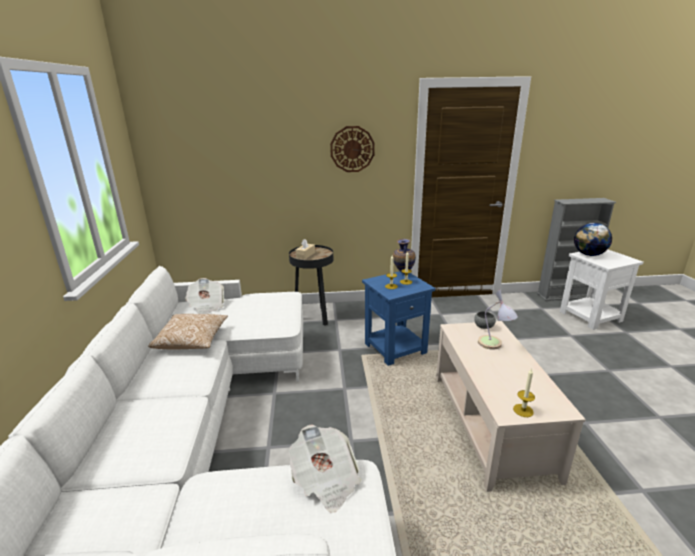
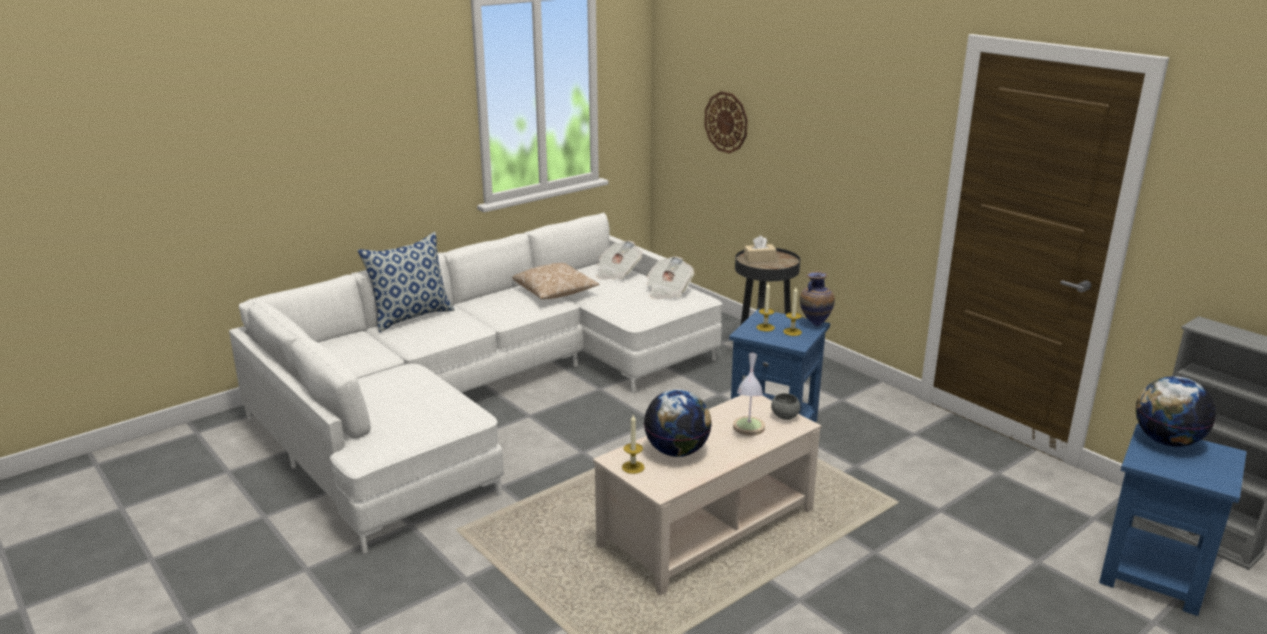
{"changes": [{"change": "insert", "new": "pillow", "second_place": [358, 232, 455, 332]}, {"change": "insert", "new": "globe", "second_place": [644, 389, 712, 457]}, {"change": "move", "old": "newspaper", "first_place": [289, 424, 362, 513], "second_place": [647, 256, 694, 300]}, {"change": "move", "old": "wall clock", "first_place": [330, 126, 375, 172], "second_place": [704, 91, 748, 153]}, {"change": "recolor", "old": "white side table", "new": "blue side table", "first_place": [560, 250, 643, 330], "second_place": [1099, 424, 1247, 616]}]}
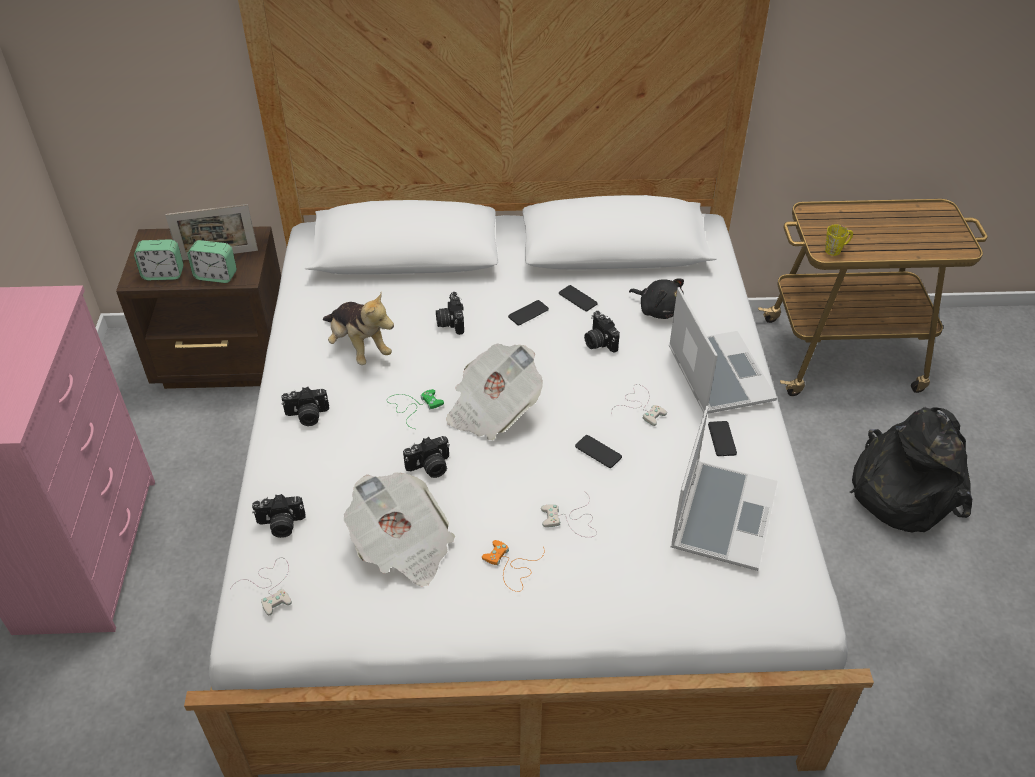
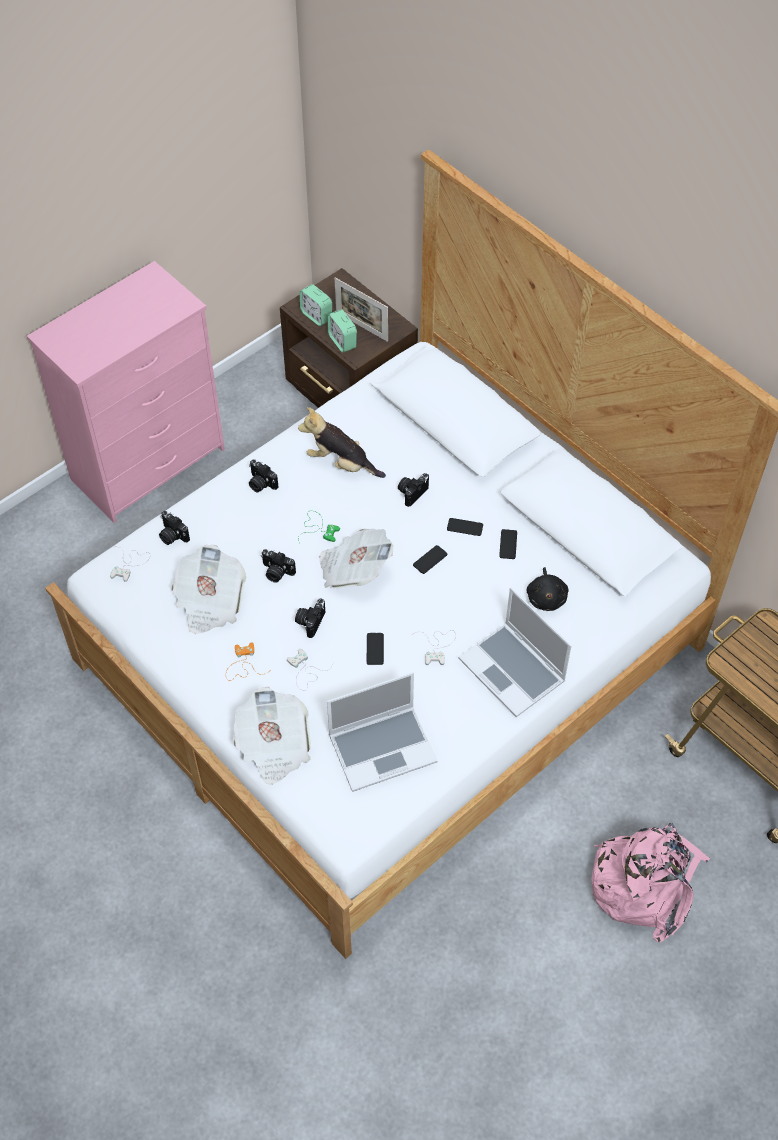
{"changes": [{"change": "delete", "old": "yellow mug", "first_place": [825, 224, 853, 256]}, {"change": "insert", "new": "newspaper", "second_place": [233, 687, 311, 785]}, {"change": "move", "old": "photo camera", "first_place": [584, 311, 620, 353], "second_place": [295, 598, 325, 638]}, {"change": "move", "old": "phone", "first_place": [708, 421, 737, 456], "second_place": [413, 545, 447, 574]}, {"change": "recolor", "old": "black backpack", "new": "pink backpack", "first_place": [850, 407, 972, 533], "second_place": [591, 823, 710, 942]}, {"change": "rotate", "old": "plush toy", "first_place": [323, 292, 394, 365], "second_place": [298, 407, 386, 478], "degrees": 105}, {"change": "rotate", "old": "laptop", "first_place": [669, 287, 777, 414], "second_place": [458, 587, 572, 717], "degrees": 105}]}
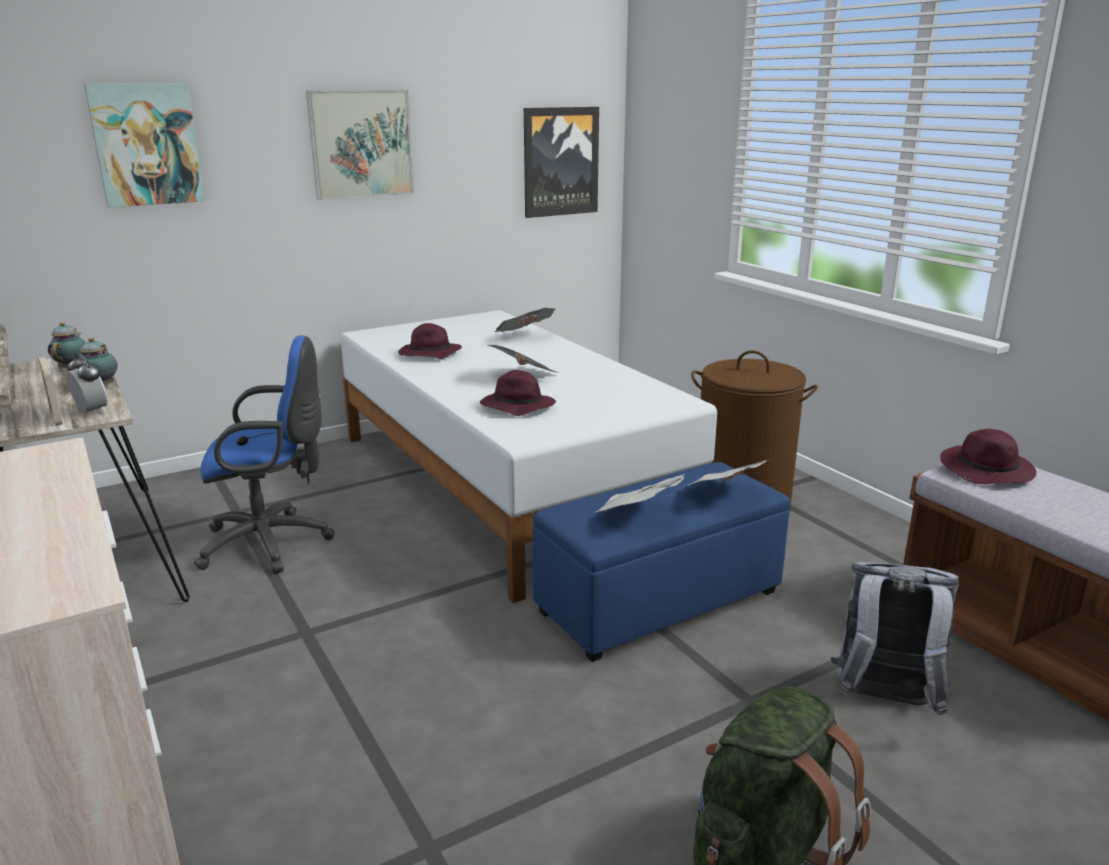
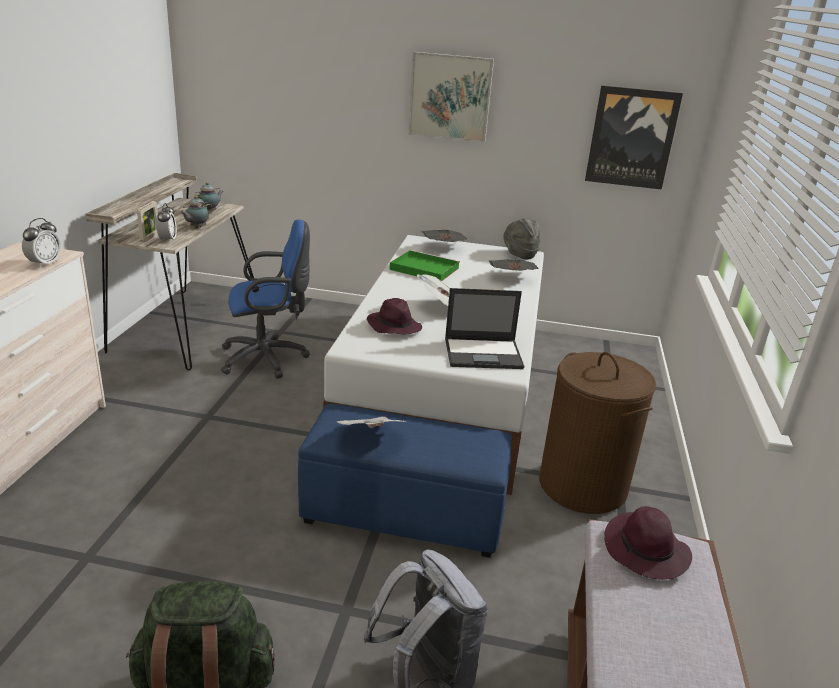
{"changes": [{"change": "delete", "old": "picture", "first_place": [84, 83, 205, 208]}, {"change": "insert", "new": "alarm clock", "second_place": [22, 218, 61, 268]}, {"change": "insert", "new": "laptop", "second_place": [445, 288, 524, 369]}, {"change": "insert", "new": "grey hat", "second_place": [504, 218, 540, 260]}, {"change": "move", "old": "newspaper", "first_place": [686, 459, 771, 486], "second_place": [421, 230, 467, 242]}, {"change": "replace", "old": "purple hat", "new": "green tray", "first_place": [398, 323, 462, 359], "second_place": [389, 250, 460, 281]}, {"change": "rotate", "old": "blue office chair", "first_place": [194, 336, 335, 574], "second_place": [221, 220, 310, 379], "degrees": -45}]}
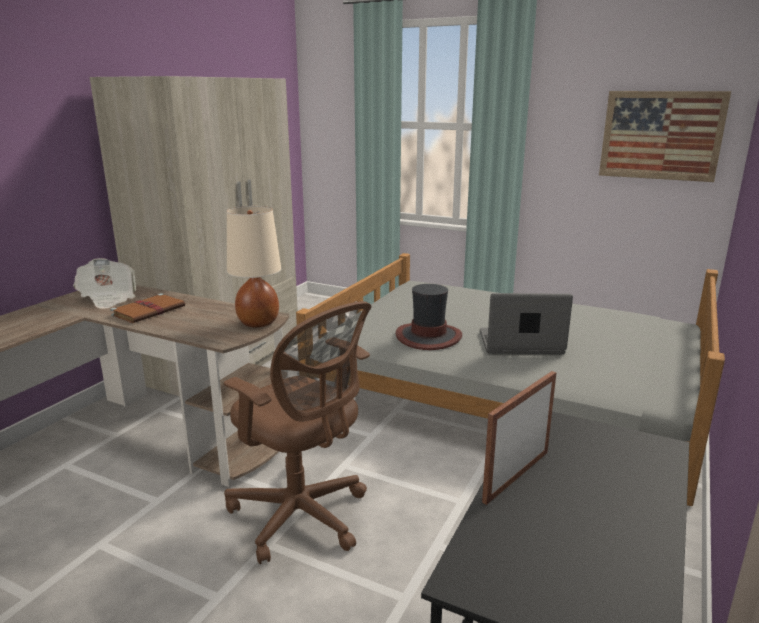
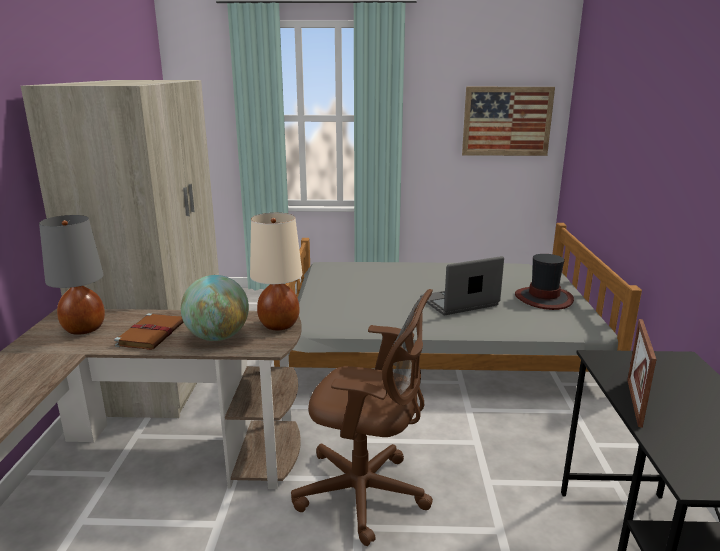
{"changes": [{"change": "insert", "new": "globe", "second_place": [181, 275, 249, 341]}, {"change": "move", "old": "hat", "first_place": [395, 284, 462, 350], "second_place": [515, 254, 574, 310]}, {"change": "replace", "old": "newspaper", "new": "grey table lamp", "first_place": [73, 258, 136, 309], "second_place": [39, 215, 105, 335]}]}
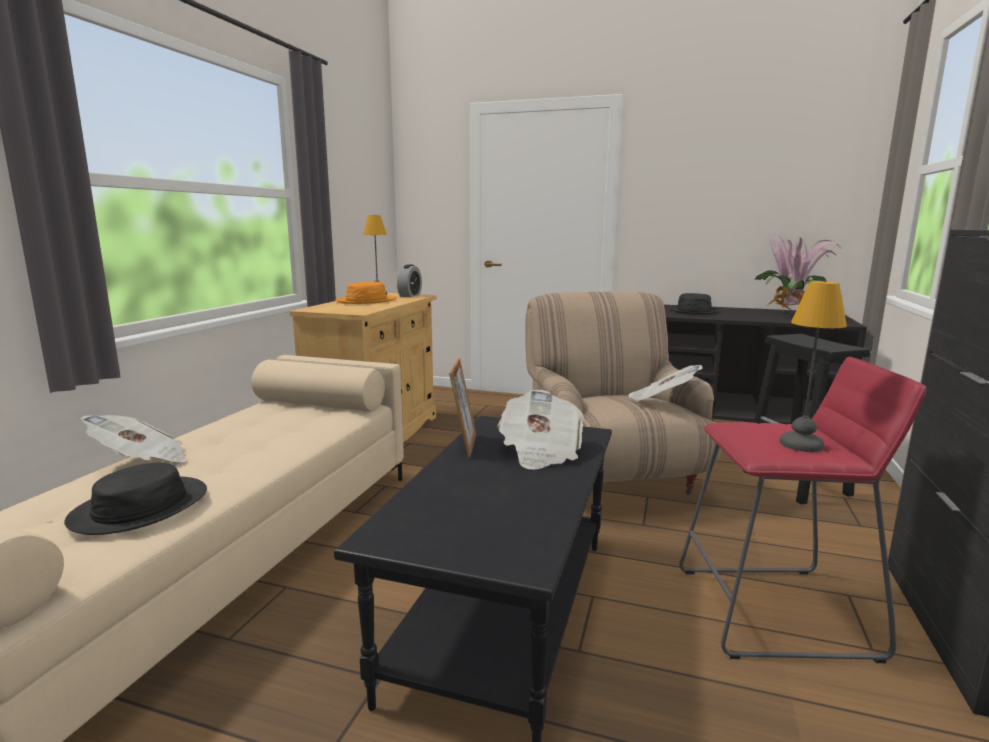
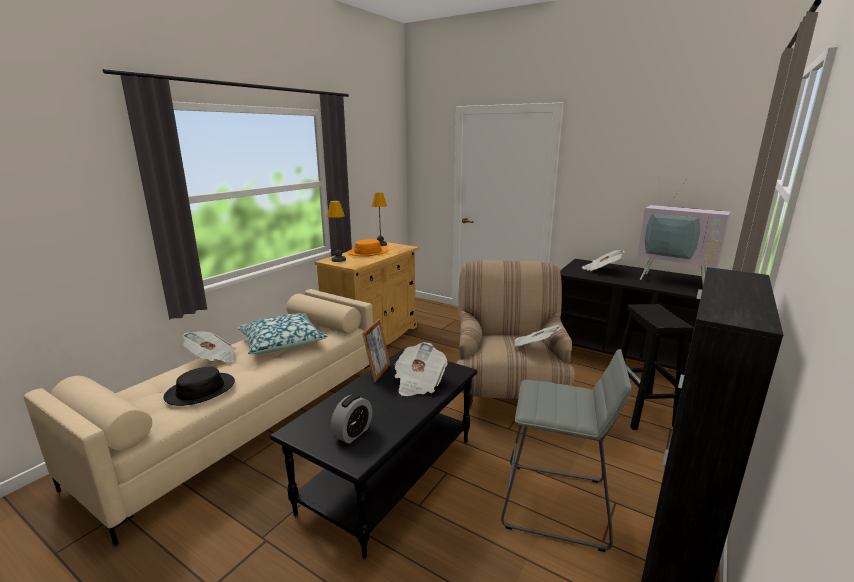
{"changes": [{"change": "insert", "new": "pillow", "second_place": [237, 313, 328, 354]}, {"change": "move", "old": "alarm clock", "first_place": [397, 264, 422, 297], "second_place": [331, 394, 372, 444]}, {"change": "move", "old": "table lamp", "first_place": [779, 281, 847, 452], "second_place": [327, 201, 346, 262]}, {"change": "replace", "old": "black hat", "new": "newspaper", "first_place": [669, 293, 720, 314], "second_place": [582, 250, 625, 271]}, {"change": "replace", "old": "potted plant", "new": "television", "first_place": [755, 234, 839, 312], "second_place": [638, 178, 731, 284]}, {"change": "recolor", "old": "red stool", "new": "grey stool", "first_place": [679, 357, 926, 663], "second_place": [501, 349, 632, 552]}]}
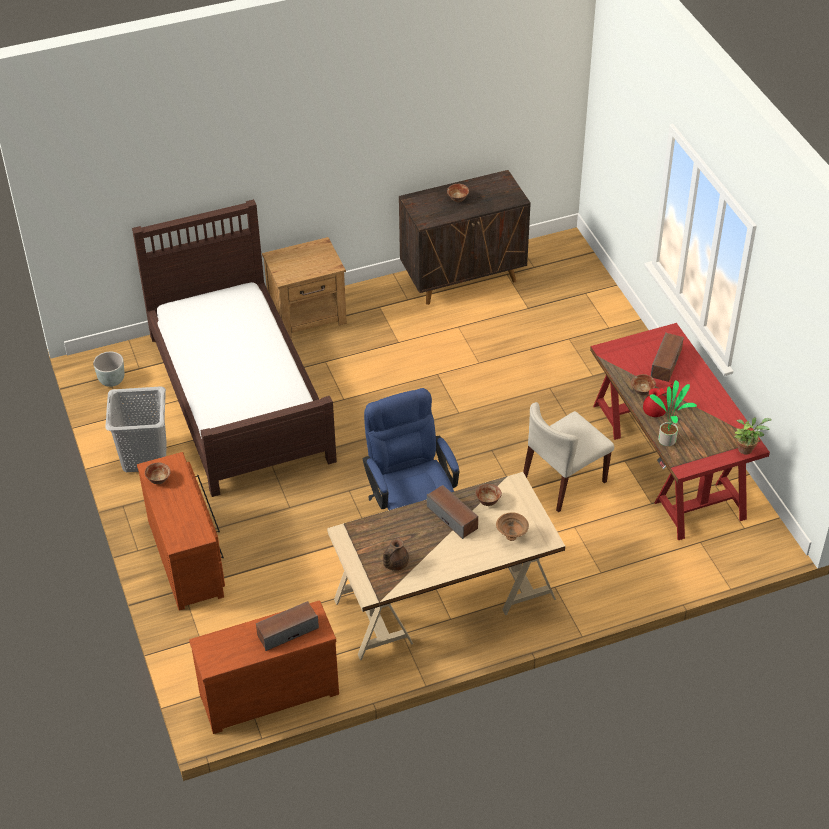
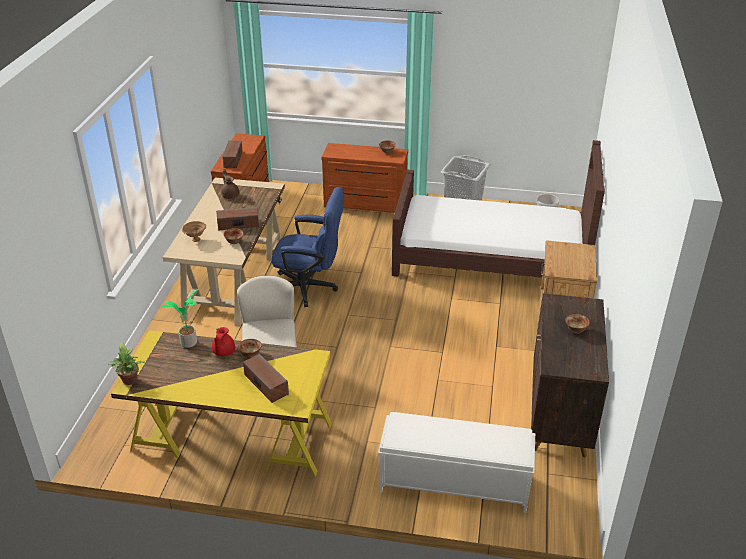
{"changes": [{"change": "insert", "new": "white bench", "second_place": [378, 412, 535, 513]}, {"change": "recolor", "old": "red desk", "new": "yellow desk", "first_place": [590, 323, 770, 540], "second_place": [111, 330, 332, 477]}]}
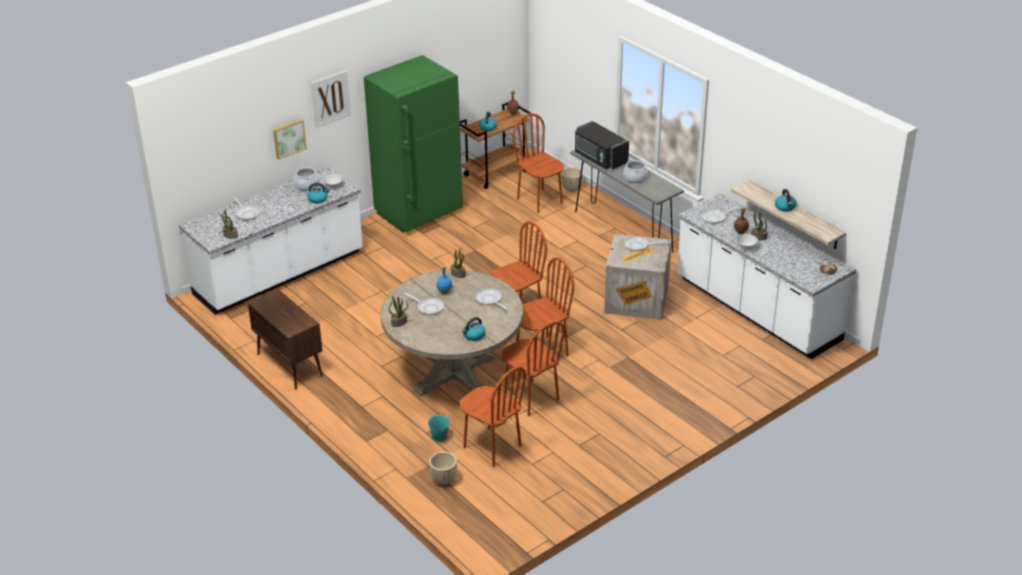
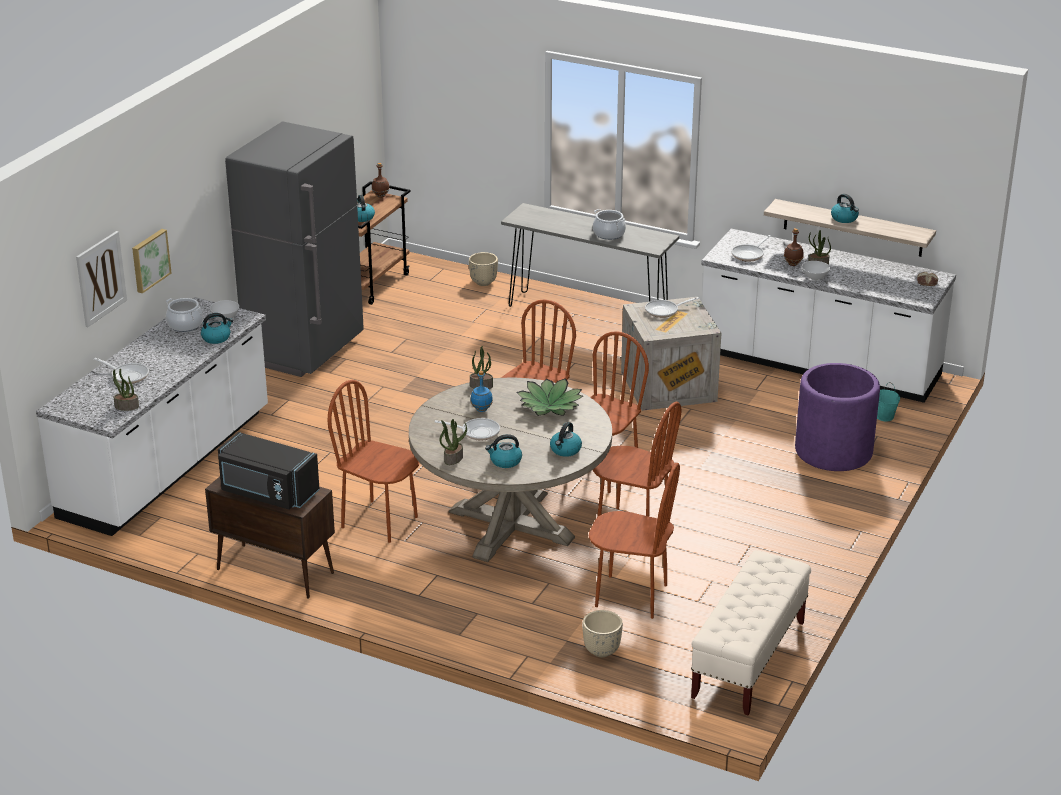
{"changes": [{"change": "insert", "new": "kettle", "second_place": [485, 434, 522, 468]}, {"change": "insert", "new": "beige bench", "second_place": [691, 550, 811, 715]}, {"change": "insert", "new": "purple planter", "second_place": [795, 363, 880, 471]}, {"change": "move", "old": "picture", "first_place": [311, 70, 351, 128], "second_place": [76, 231, 127, 327]}, {"change": "move", "old": "turquoise bucket", "first_place": [428, 412, 449, 442], "second_place": [877, 382, 900, 421]}, {"change": "move", "old": "brown chair", "first_place": [512, 113, 564, 213], "second_place": [328, 380, 419, 543]}, {"change": "move", "old": "black microwave", "first_place": [575, 121, 629, 170], "second_place": [218, 432, 320, 510]}, {"change": "replace", "old": "frying pan", "new": "potted plant", "first_place": [476, 288, 509, 310], "second_place": [517, 378, 583, 416]}, {"change": "recolor", "old": "green fridge", "new": "grey fridge", "first_place": [364, 55, 463, 232], "second_place": [225, 121, 364, 377]}]}
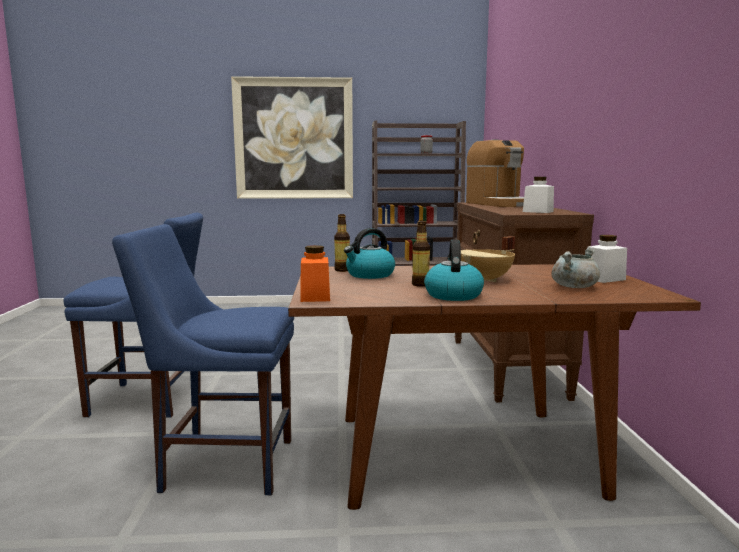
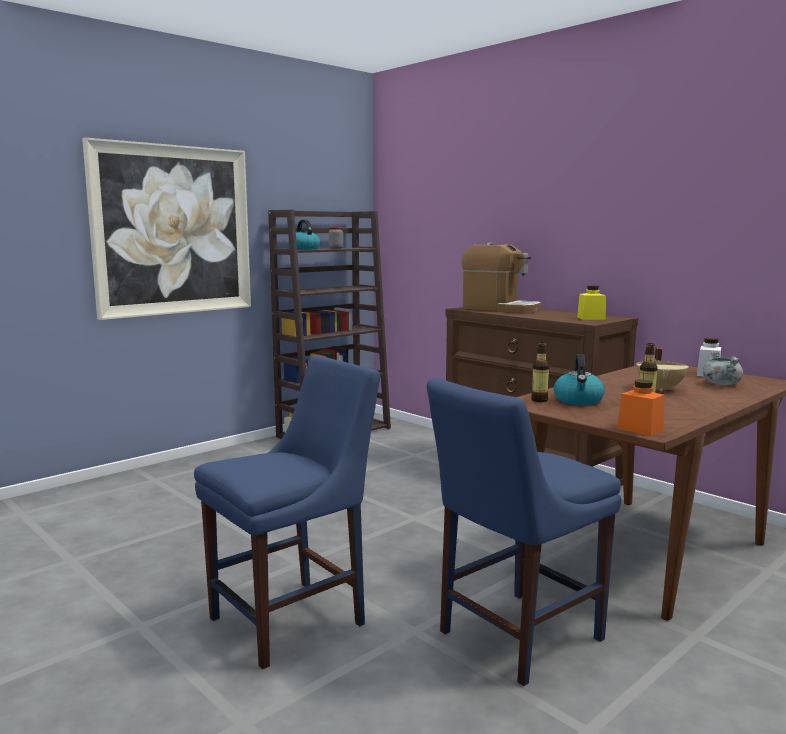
{"changes": [{"change": "move", "old": "kettle", "first_place": [424, 240, 484, 301], "second_place": [296, 220, 320, 250]}, {"change": "recolor", "old": "white jar", "new": "yellow jar", "first_place": [523, 177, 554, 213], "second_place": [577, 286, 606, 320]}]}
